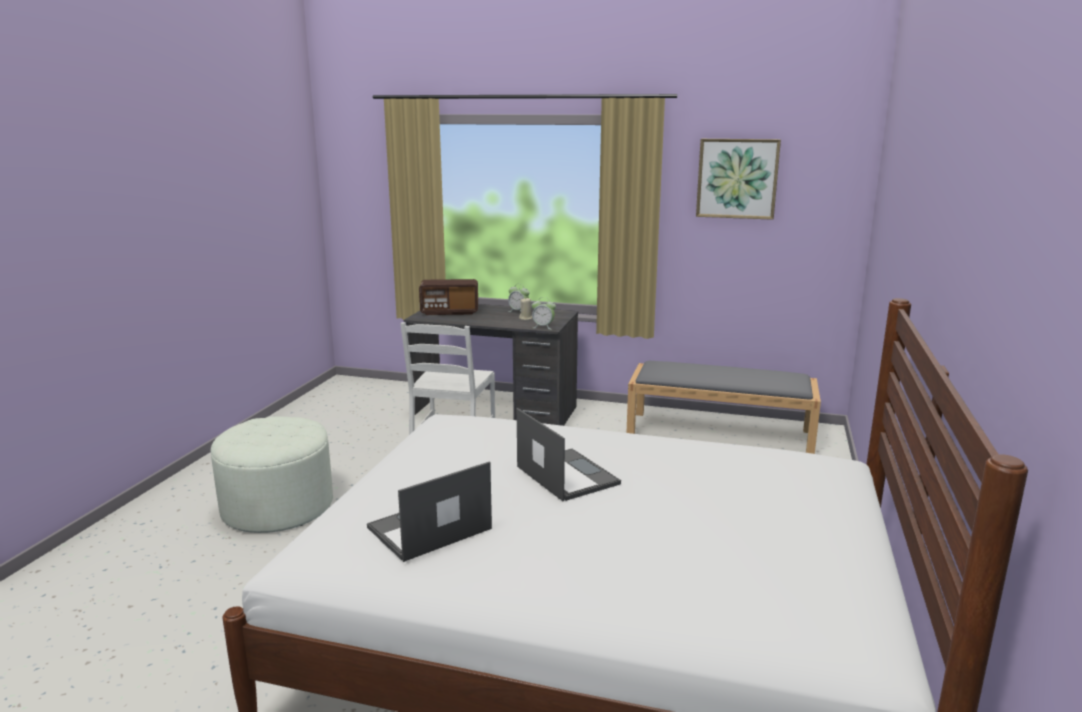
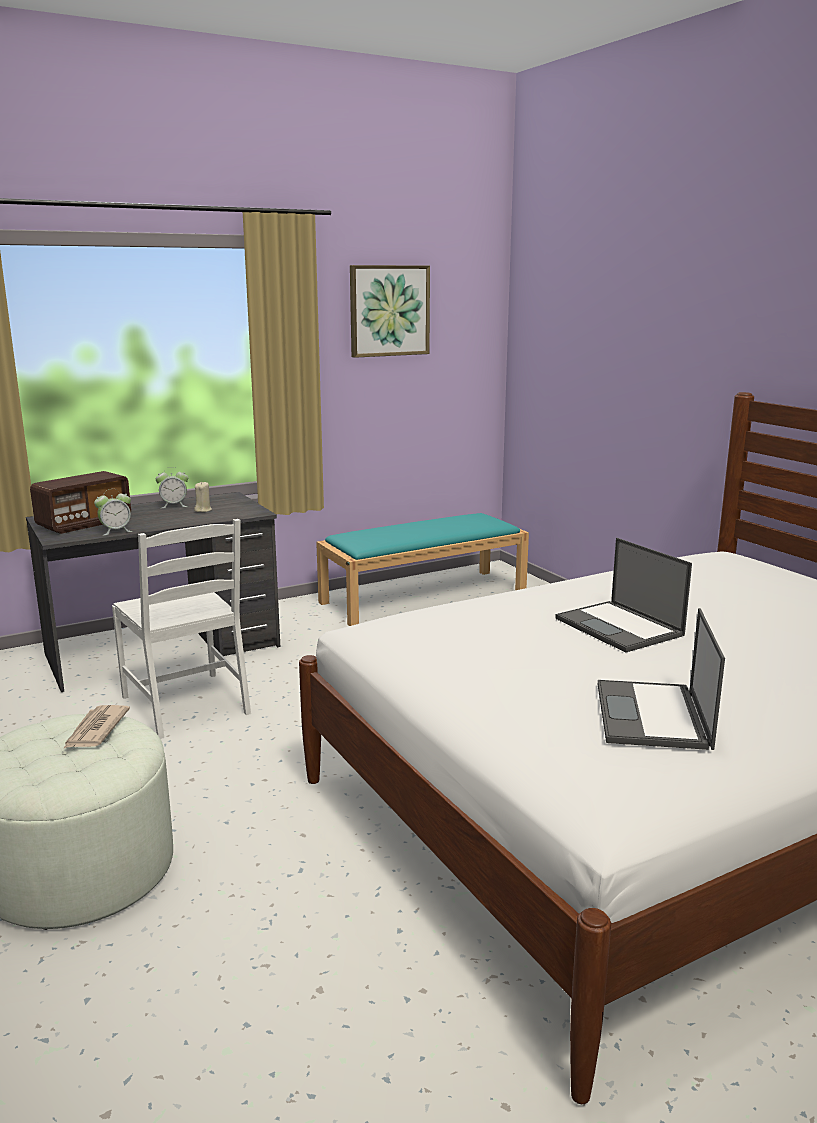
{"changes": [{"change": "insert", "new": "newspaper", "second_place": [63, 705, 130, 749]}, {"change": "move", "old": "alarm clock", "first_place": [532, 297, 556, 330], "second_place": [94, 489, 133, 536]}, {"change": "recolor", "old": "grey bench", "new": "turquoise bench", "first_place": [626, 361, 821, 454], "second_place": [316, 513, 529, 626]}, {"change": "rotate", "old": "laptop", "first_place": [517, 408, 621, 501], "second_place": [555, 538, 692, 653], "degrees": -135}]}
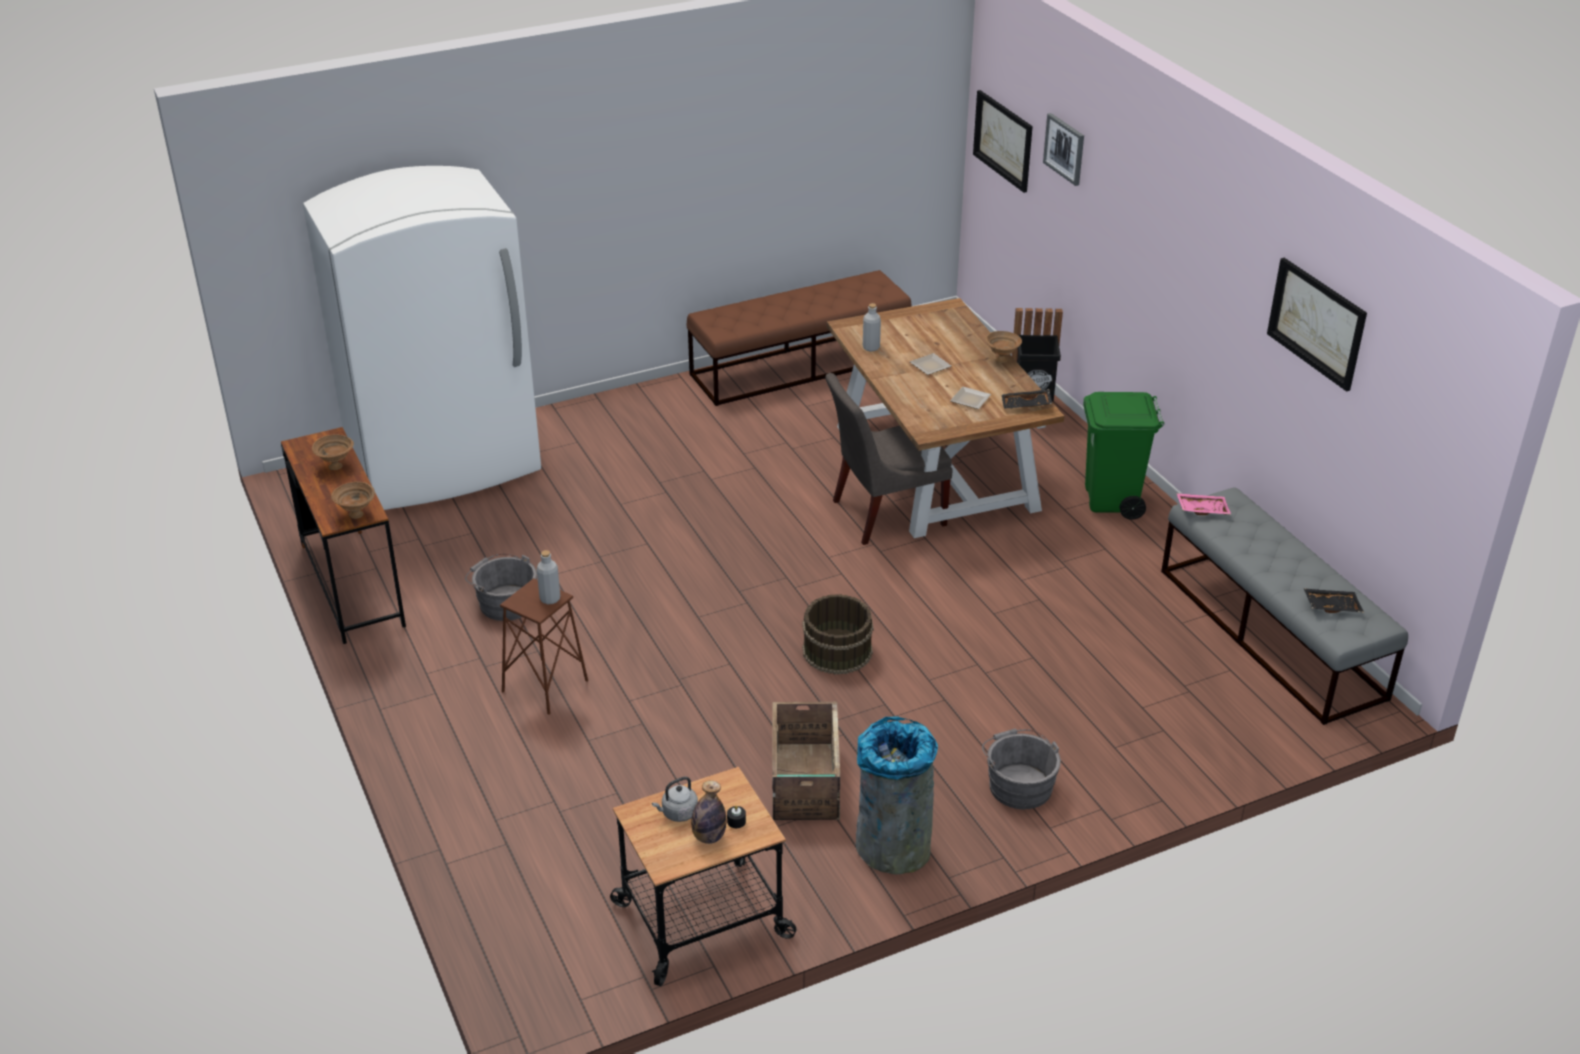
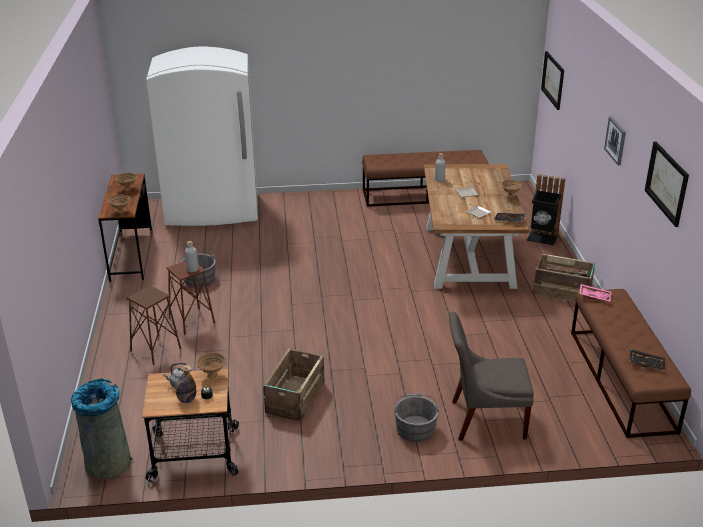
{"changes": [{"change": "delete", "old": "brown bucket", "first_place": [802, 594, 874, 674]}, {"change": "insert", "new": "brown stool", "second_place": [127, 285, 181, 365]}, {"change": "insert", "new": "brown bowl", "second_place": [196, 352, 227, 379]}, {"change": "move", "old": "grey chair", "first_place": [825, 373, 953, 545], "second_place": [449, 311, 534, 441]}, {"change": "move", "old": "grey trash can", "first_place": [856, 716, 938, 874], "second_place": [71, 378, 133, 479]}, {"change": "move", "old": "picture", "first_place": [1043, 113, 1084, 186], "second_place": [604, 117, 626, 165]}, {"change": "replace", "old": "green trash can", "new": "crate", "first_place": [1083, 392, 1164, 520], "second_place": [533, 253, 595, 302]}, {"change": "recolor", "old": "grey bench", "new": "brown bench", "first_place": [1161, 487, 1408, 725], "second_place": [571, 289, 691, 438]}]}
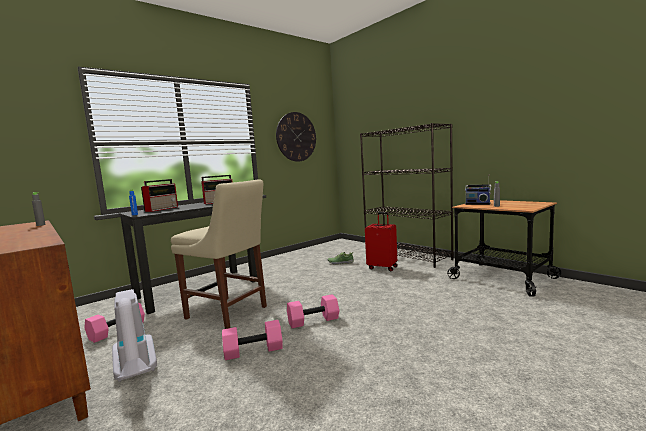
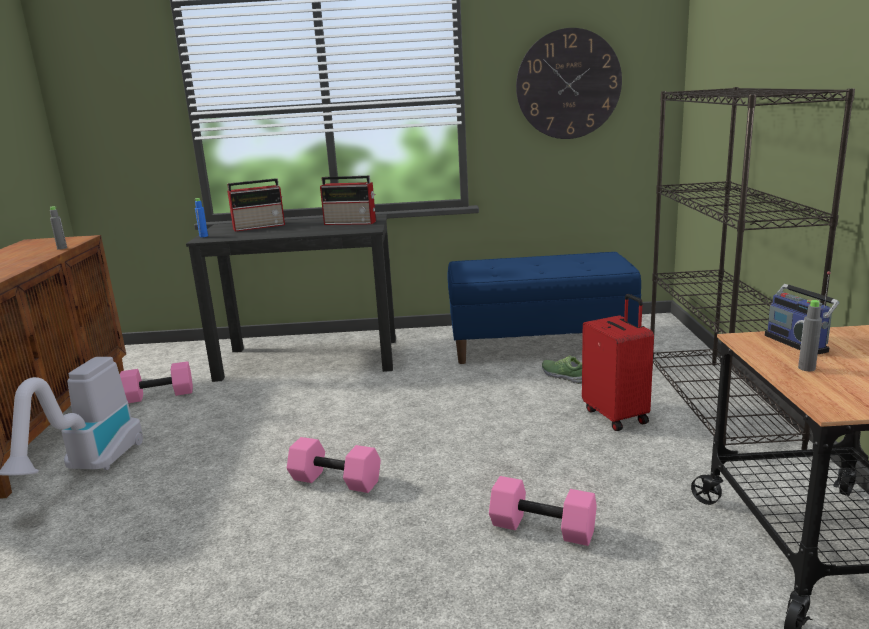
{"changes": [{"change": "delete", "old": "beige chair", "first_place": [171, 179, 267, 329]}, {"change": "insert", "new": "blue bench", "second_place": [448, 252, 641, 364]}, {"change": "move", "old": "pink dumbbell", "first_place": [222, 320, 283, 360], "second_place": [489, 476, 597, 546]}]}
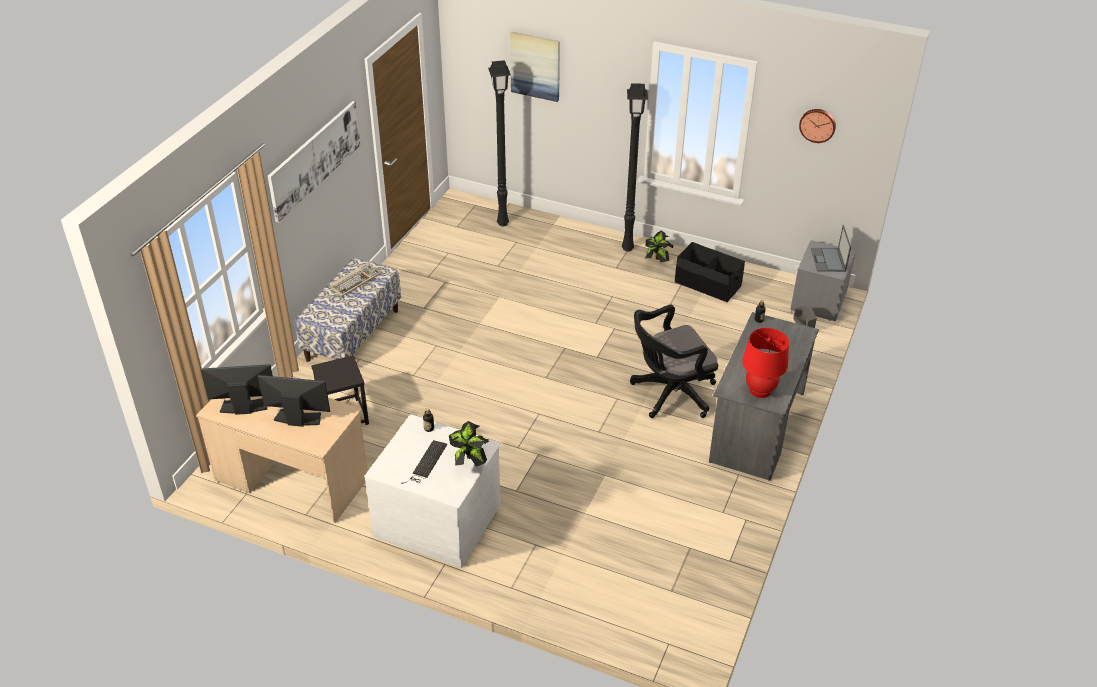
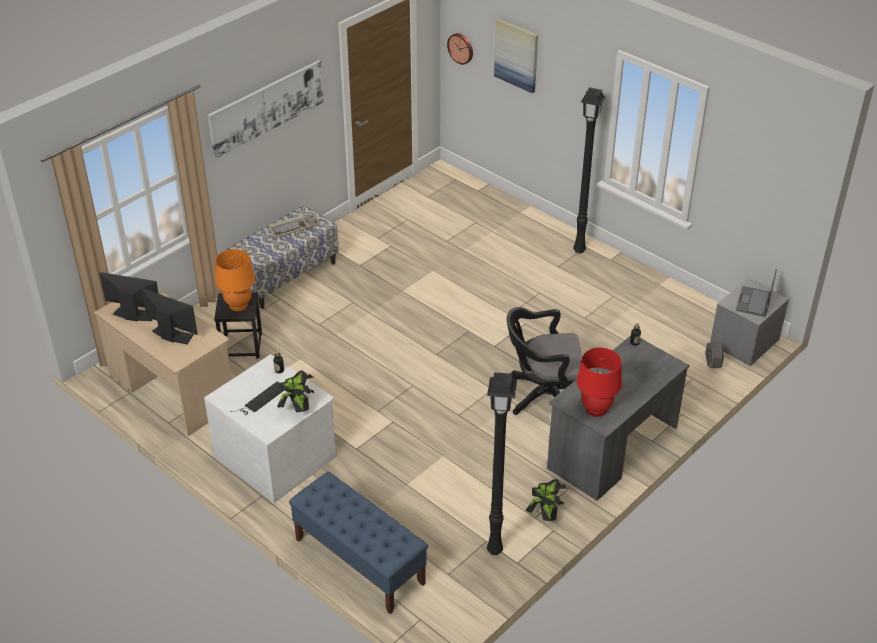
{"changes": [{"change": "delete", "old": "black storage box", "first_place": [675, 242, 745, 302]}, {"change": "insert", "new": "orange table lamp", "second_place": [215, 249, 255, 311]}, {"change": "insert", "new": "blue bench", "second_place": [289, 471, 428, 614]}, {"change": "move", "old": "black floor lamp", "first_place": [488, 60, 511, 227], "second_place": [487, 372, 517, 555]}, {"change": "move", "old": "potted plant", "first_place": [645, 230, 673, 263], "second_place": [525, 479, 567, 521]}, {"change": "move", "old": "wall clock", "first_place": [799, 109, 836, 143], "second_place": [447, 33, 473, 65]}]}
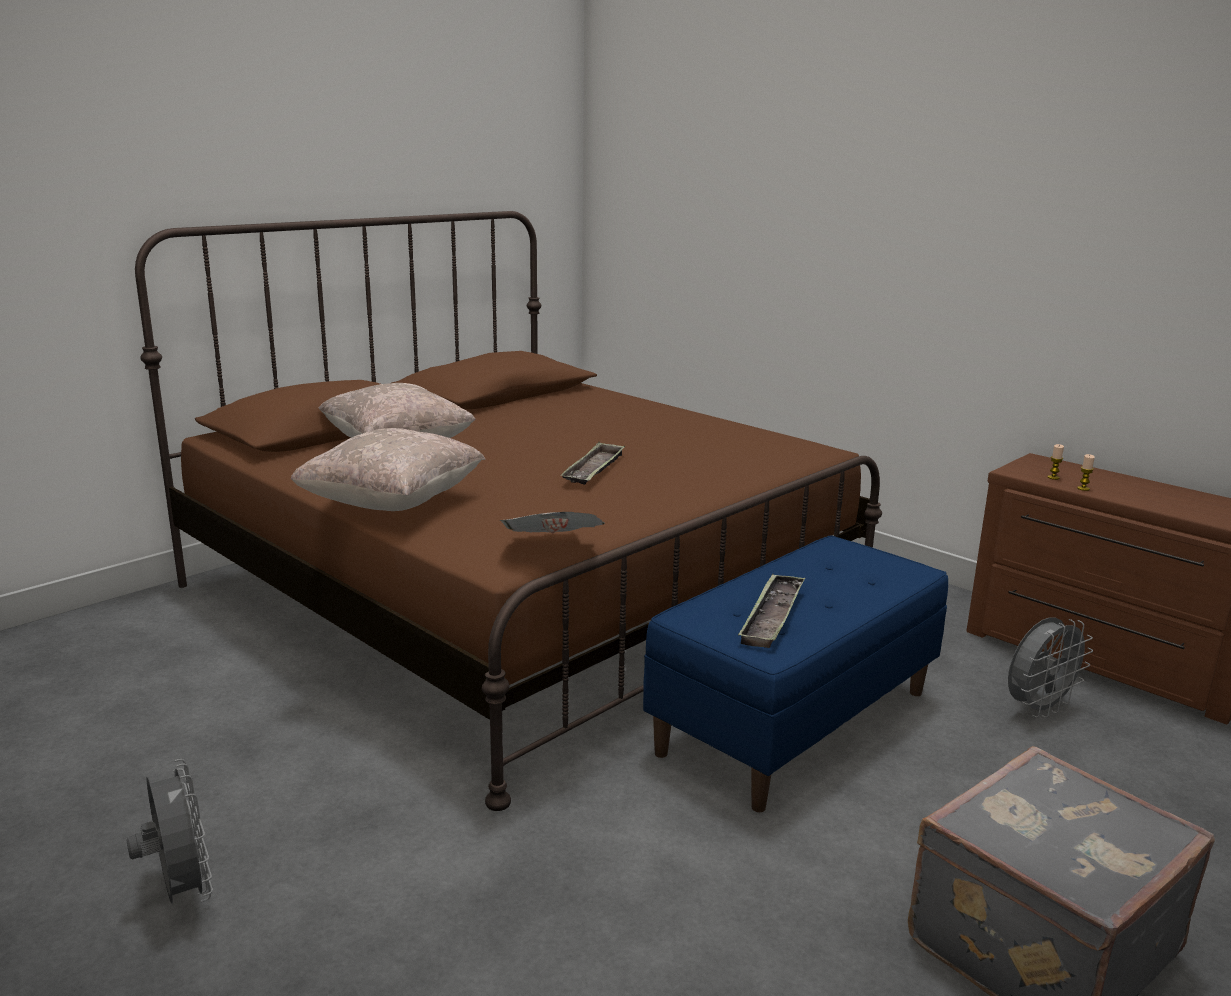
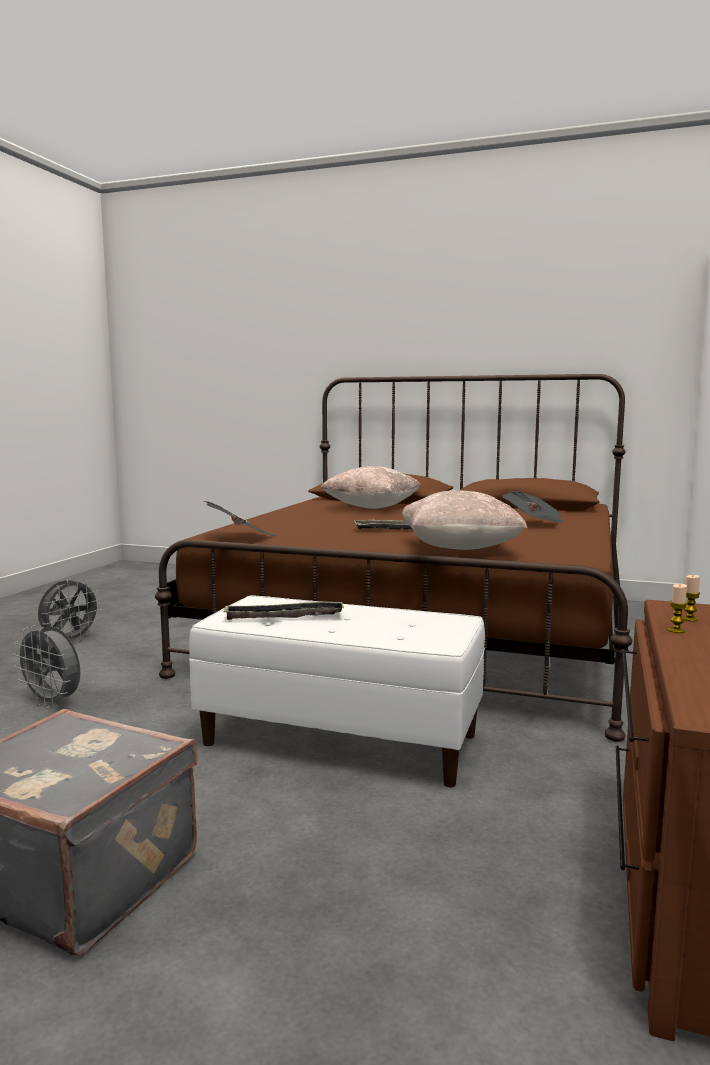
{"changes": [{"change": "insert", "new": "newspaper", "second_place": [502, 491, 564, 522]}, {"change": "move", "old": "beige pillow", "first_place": [291, 428, 486, 511], "second_place": [402, 490, 527, 550]}, {"change": "move", "old": "grey fan", "first_place": [1008, 617, 1093, 718], "second_place": [13, 625, 80, 708]}, {"change": "recolor", "old": "blue bench", "new": "white bench", "first_place": [643, 535, 948, 812], "second_place": [189, 595, 485, 787]}]}
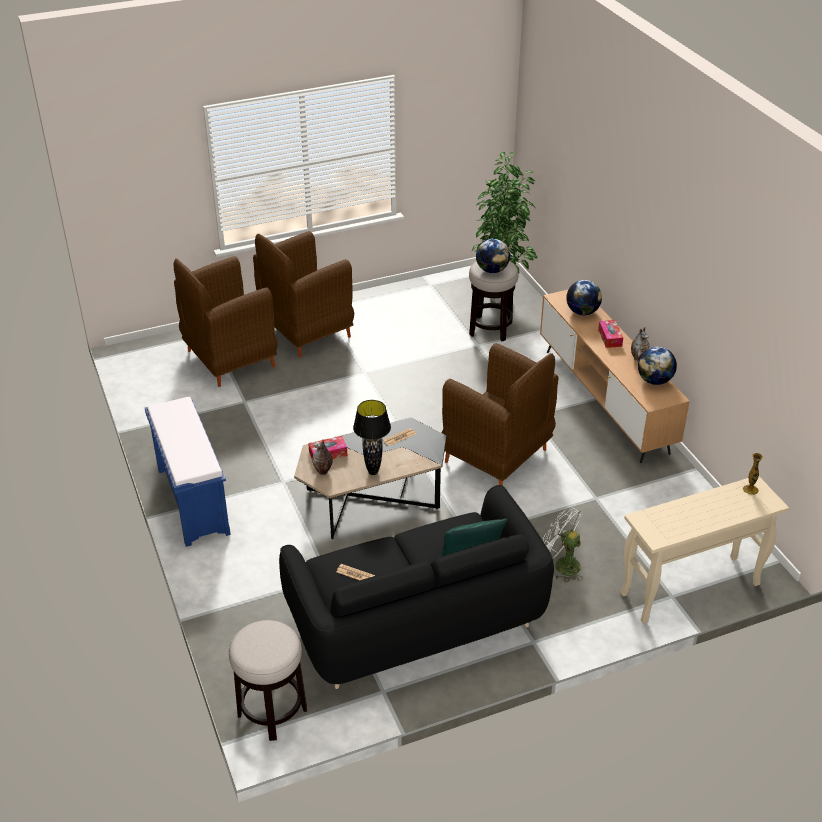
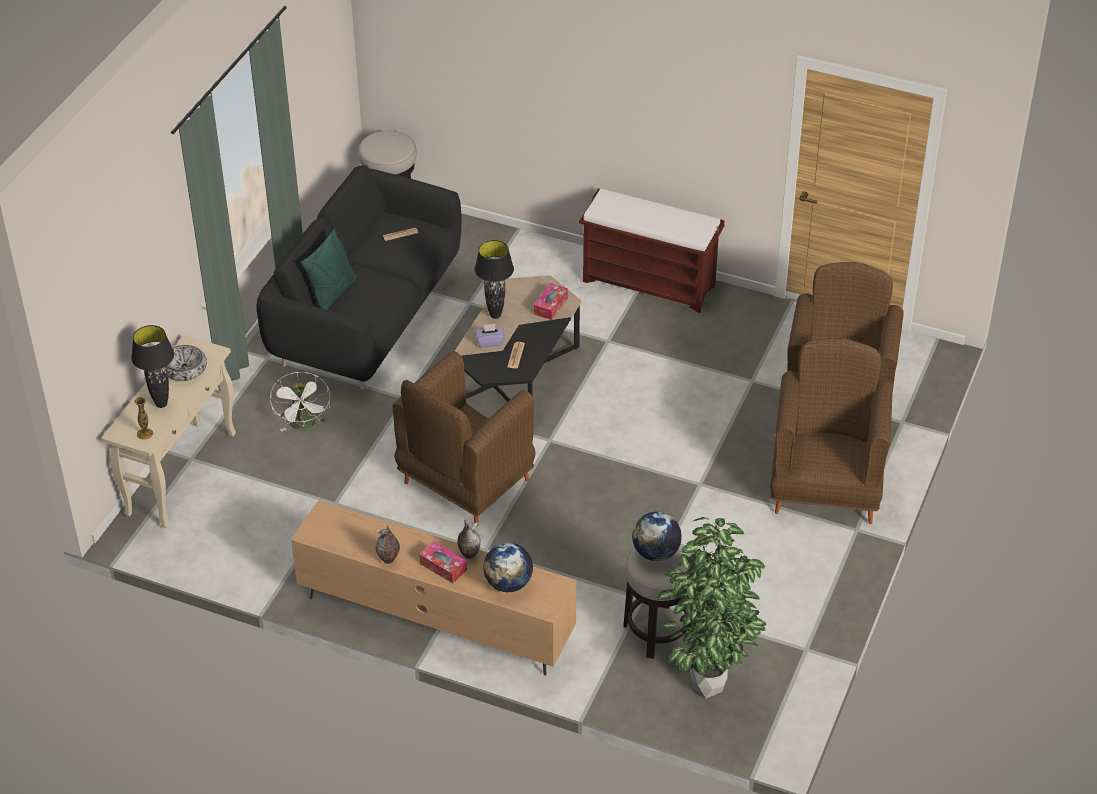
{"changes": [{"change": "delete", "old": "globe", "first_place": [638, 347, 677, 385]}, {"change": "insert", "new": "black table lamp", "second_place": [131, 325, 174, 408]}, {"change": "insert", "new": "bowl", "second_place": [166, 345, 207, 381]}, {"change": "insert", "new": "purple tissue box", "second_place": [475, 324, 505, 347]}, {"change": "move", "old": "vase", "first_place": [312, 439, 333, 475], "second_place": [457, 520, 481, 559]}, {"change": "recolor", "old": "blue bench", "new": "brown bench", "first_place": [145, 397, 231, 547], "second_place": [579, 188, 725, 313]}, {"change": "rotate", "old": "brown armchair", "first_place": [442, 343, 559, 485], "second_place": [392, 351, 536, 526], "degrees": -45}, {"change": "rotate", "old": "white fan", "first_place": [543, 506, 583, 582], "second_place": [270, 372, 330, 432], "degrees": 90}]}
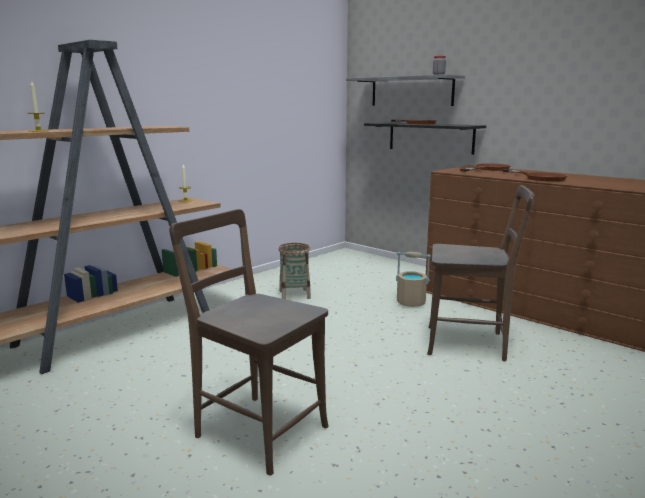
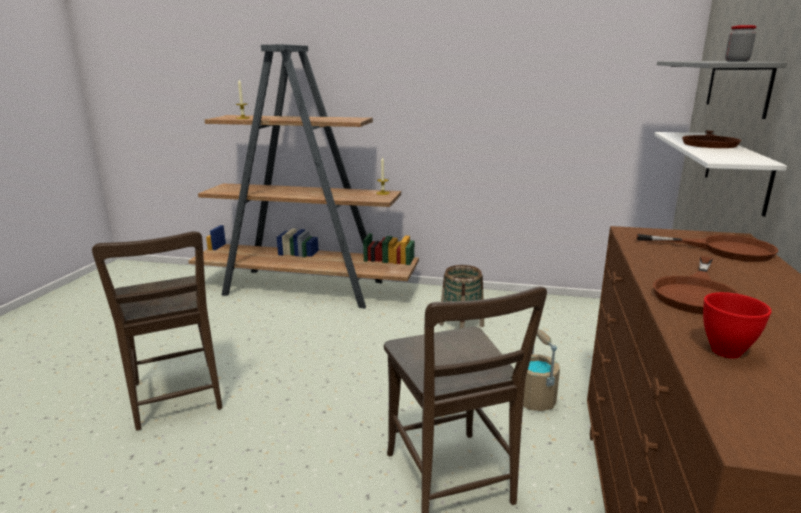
{"changes": [{"change": "insert", "new": "red bowl", "second_place": [703, 292, 771, 359]}, {"change": "recolor", "old": "black shelf", "new": "white shelf", "first_place": [364, 122, 486, 155], "second_place": [654, 132, 787, 217]}, {"change": "rotate", "old": "brown chair", "first_place": [169, 209, 329, 475], "second_place": [92, 231, 223, 431], "degrees": 150}]}
